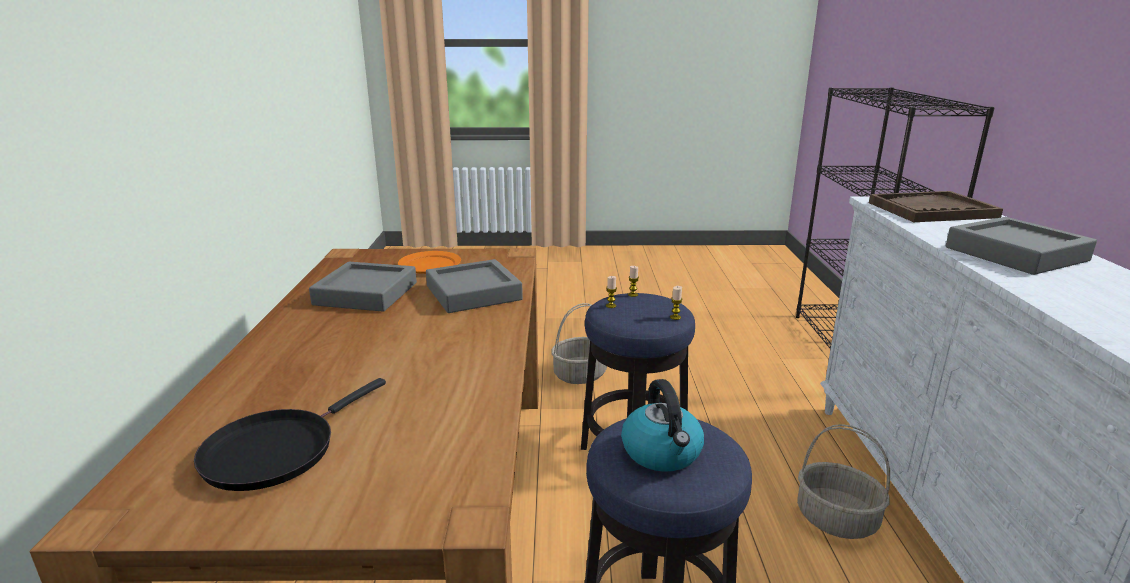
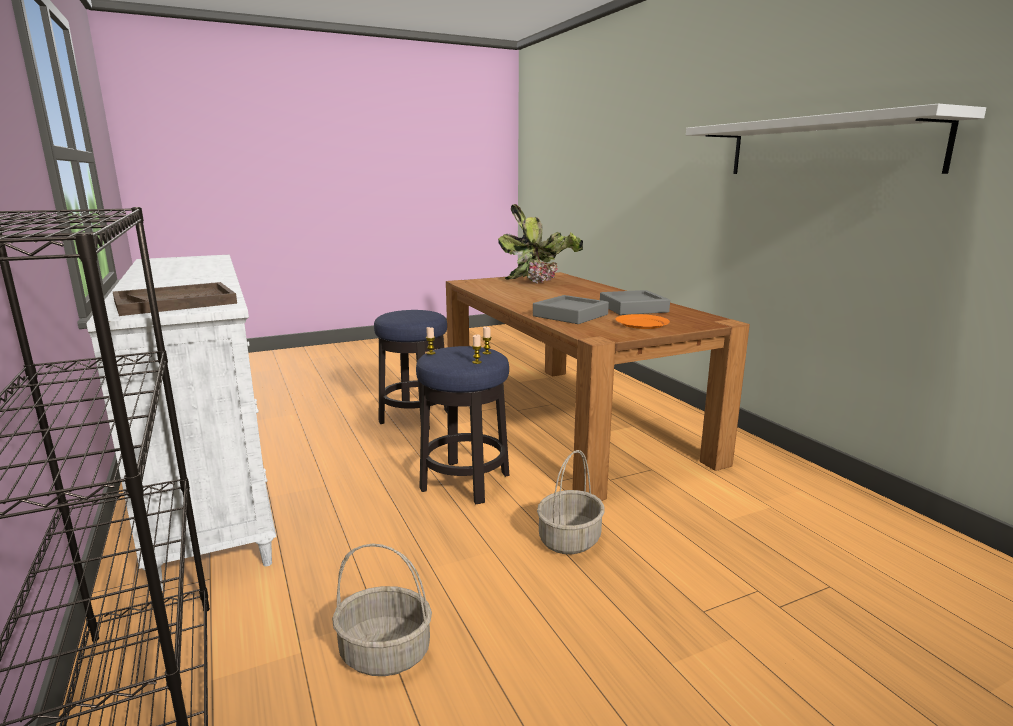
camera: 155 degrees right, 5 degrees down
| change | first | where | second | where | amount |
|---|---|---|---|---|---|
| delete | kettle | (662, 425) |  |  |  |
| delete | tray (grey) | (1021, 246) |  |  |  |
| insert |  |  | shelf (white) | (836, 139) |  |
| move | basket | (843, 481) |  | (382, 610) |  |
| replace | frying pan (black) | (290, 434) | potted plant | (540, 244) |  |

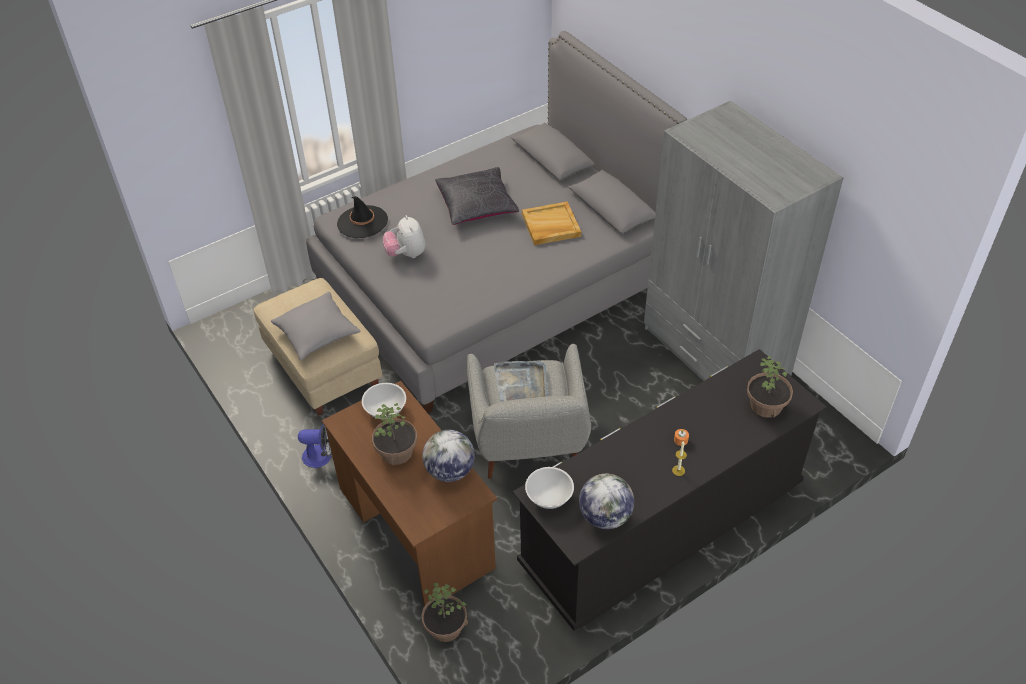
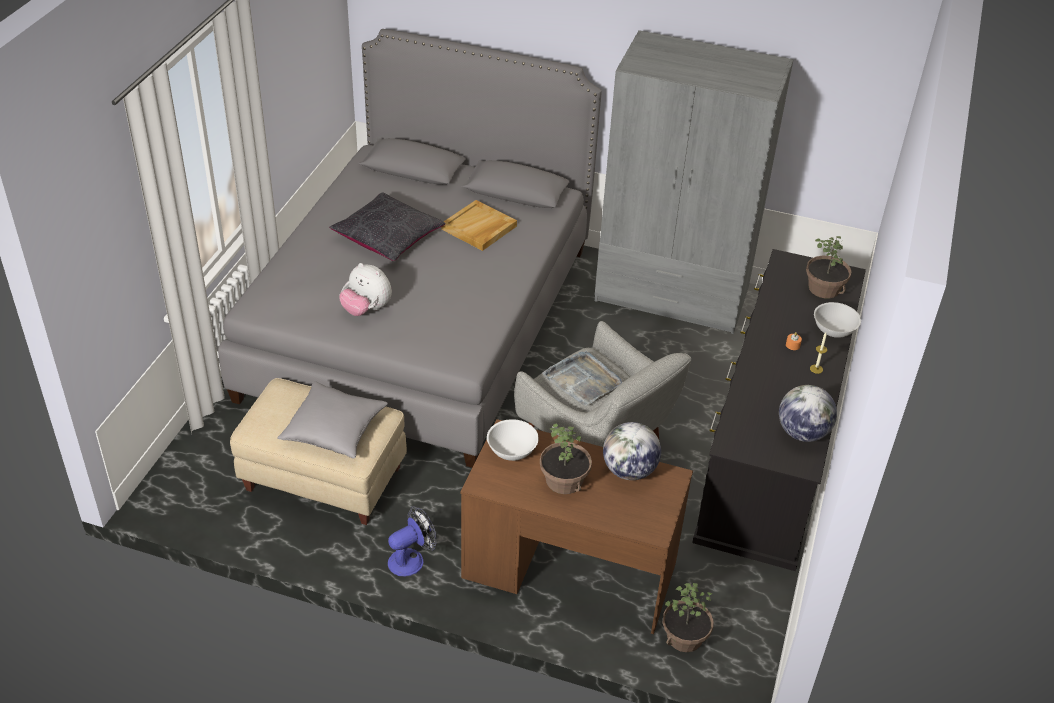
camera: 40 degrees left, 5 degrees down
| change | first | where | second | where | amount |
|---|---|---|---|---|---|
| delete | hat (black) | (362, 217) |  |  |  |
| move | bowl (white) | (549, 488) |  | (837, 320) |  |

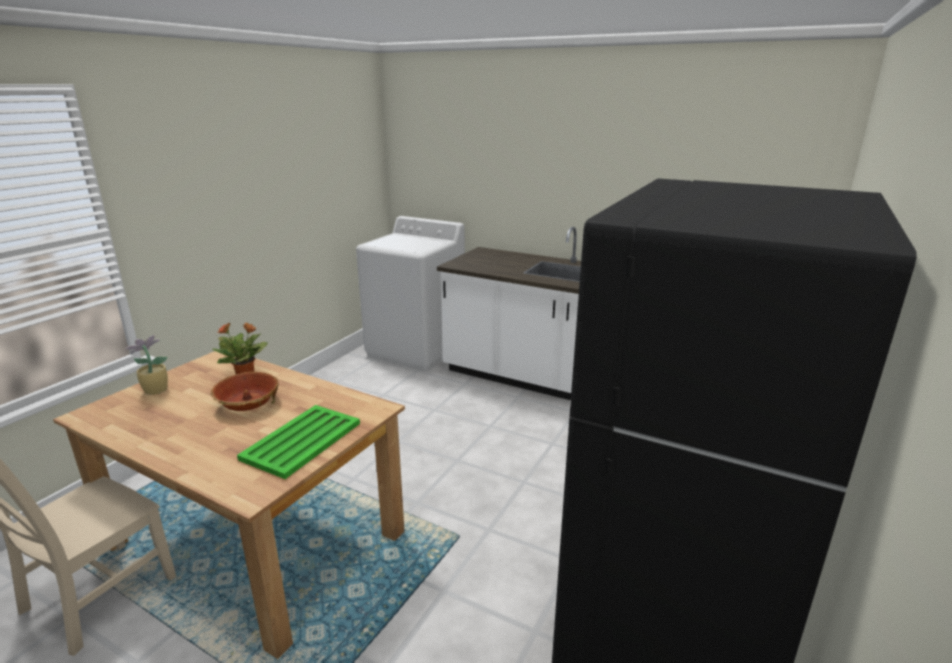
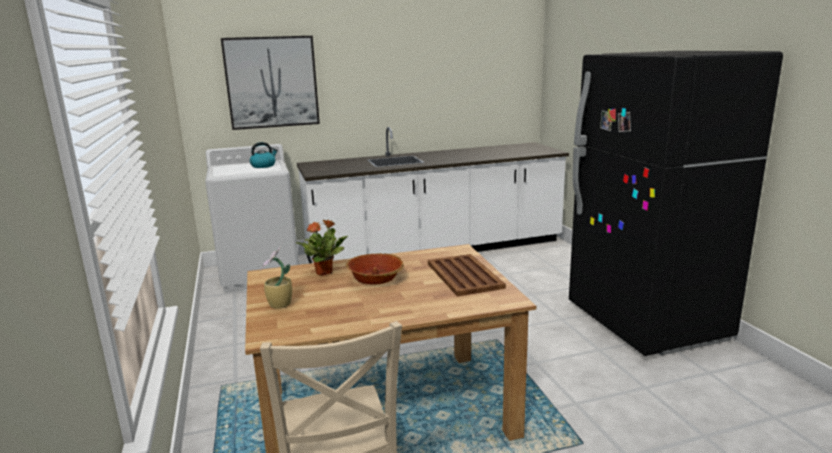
camera: 45 degrees left, 5 degrees down
| change | first | where | second | where | amount |
|---|---|---|---|---|---|
| insert |  |  | picture | (270, 83) |  |
| insert |  |  | kettle | (264, 155) |  |
| recolor | tray (green) | (298, 442) | tray (brown) | (467, 275) |  |

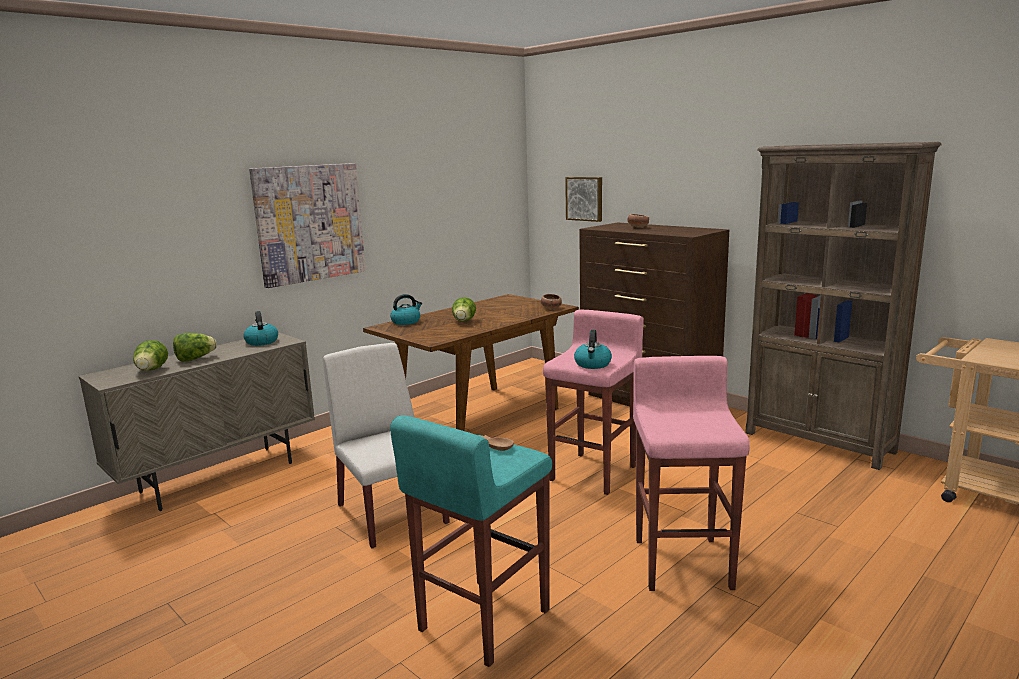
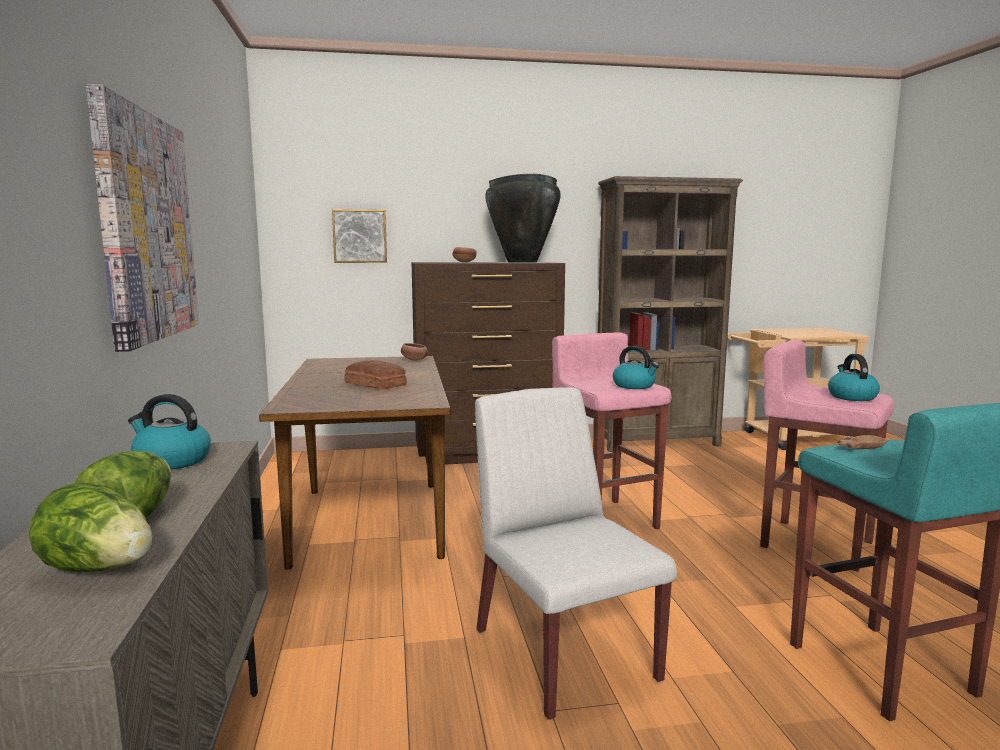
camera: 55 degrees left, 5 degrees down
| change | first | where | second | where | amount |
|---|---|---|---|---|---|
| insert |  |  | vase (black) | (523, 218) |  |
| move | kettle | (406, 309) |  | (854, 377) |  |
| replace | lettuce | (464, 309) | bread | (375, 374) |  |
| rotate | chair (white) | (386, 446) |  | (576, 553) | 60 degrees clockwise |

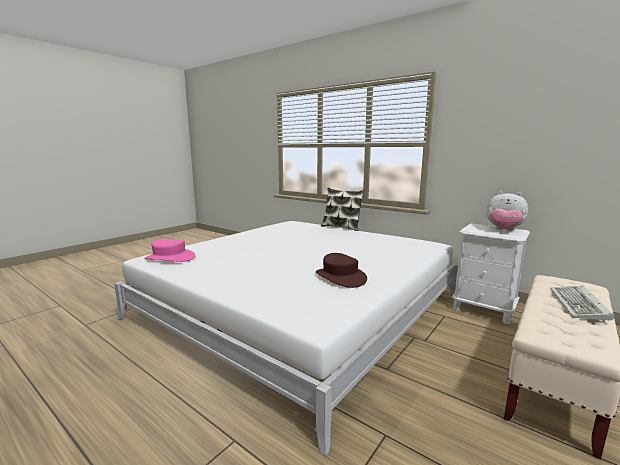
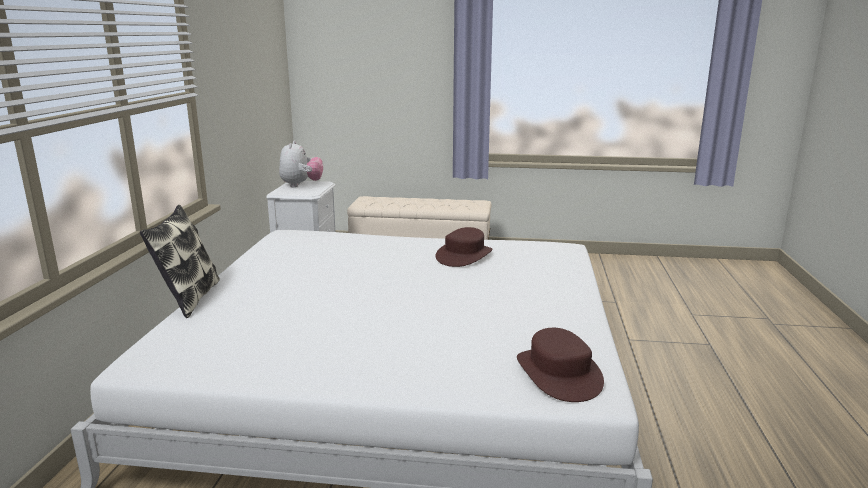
camera: 120 degrees left, 5 degrees up
| change | first | where | second | where | amount |
|---|---|---|---|---|---|
| delete | keyboard | (582, 304) |  |  |  |
| recolor | hat (pink) | (169, 250) | hat (brown) | (560, 365) |  |

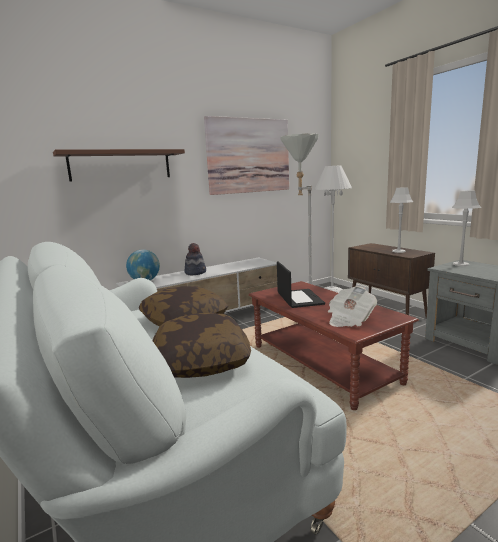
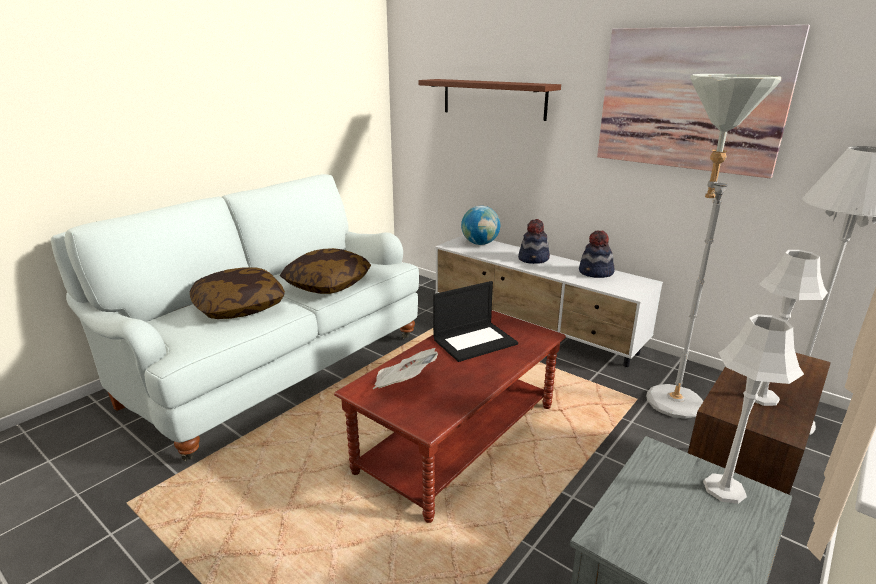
camera: 70 degrees right, 10 degrees up
| change | first | where | second | where | amount |
|---|---|---|---|---|---|
| insert |  |  | hat | (597, 254) |  |

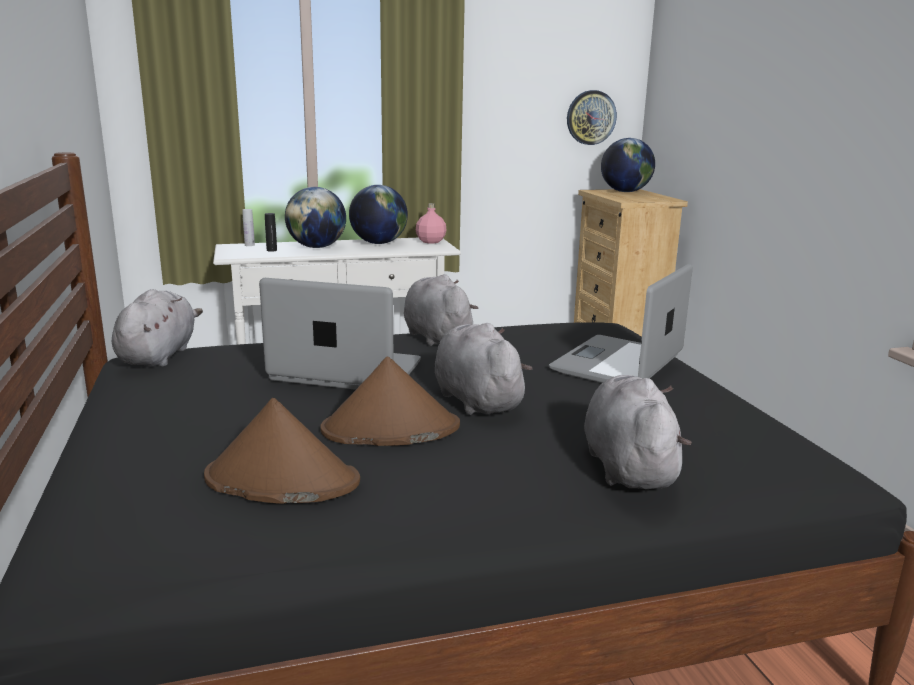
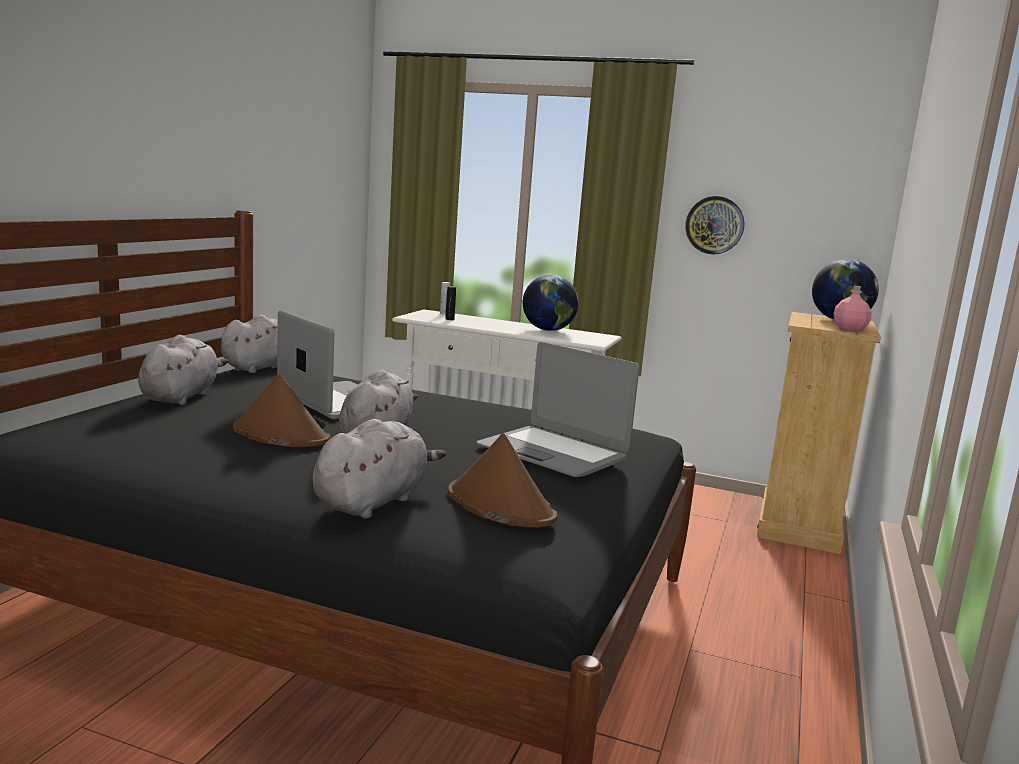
camera: 35 degrees right, 5 degrees down
| change | first | where | second | where | amount |
|---|---|---|---|---|---|
| delete | globe | (315, 217) |  |  |  |
| move | hat (brown) | (282, 451) |  | (502, 480) |  |
| move | plush toy (grey) | (441, 310) |  | (183, 370) |  |
| move | bottle (pink) | (431, 223) |  | (852, 309) |  |
| move | wall clock | (592, 117) |  | (714, 225) |  |
| rotate | laptop | (621, 323) |  | (557, 409) | 120 degrees counterclockwise |

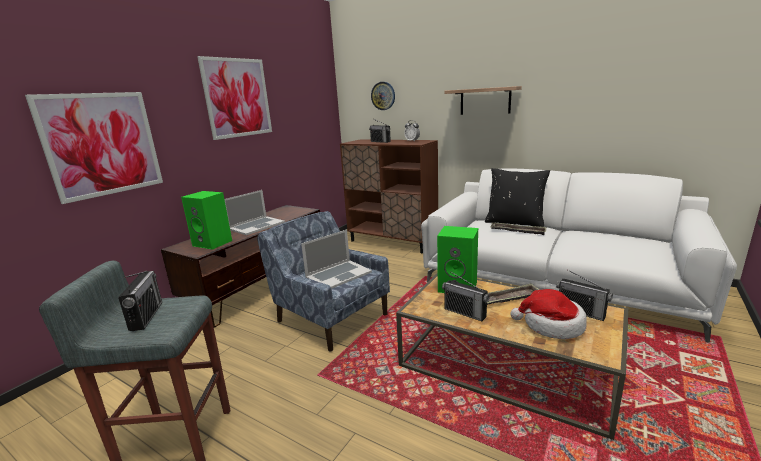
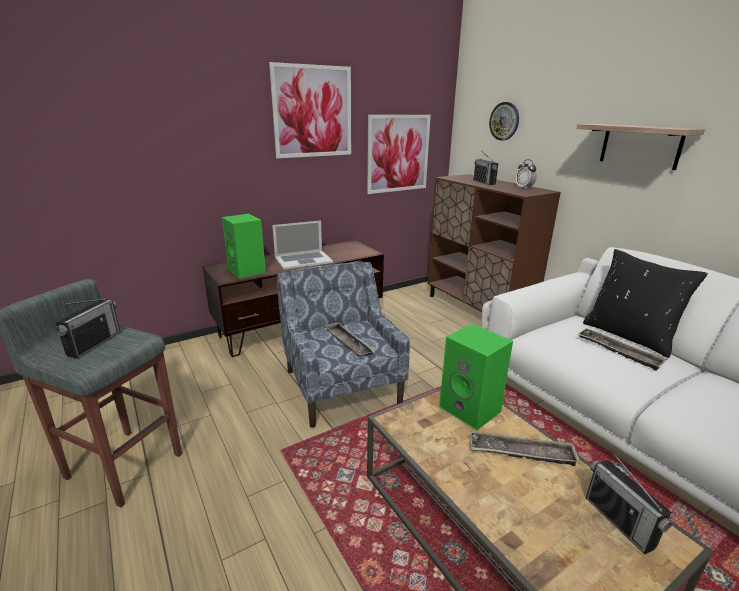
camera: 25 degrees right, 5 degrees up
| change | first | where | second | where | amount |
|---|---|---|---|---|---|
| delete | radio | (466, 296) |  |  |  |
| delete | hat | (548, 314) |  |  |  |
| move | picture | (94, 148) |  | (399, 154) |  |
| replace | laptop | (336, 259) | tray | (350, 339) |  |

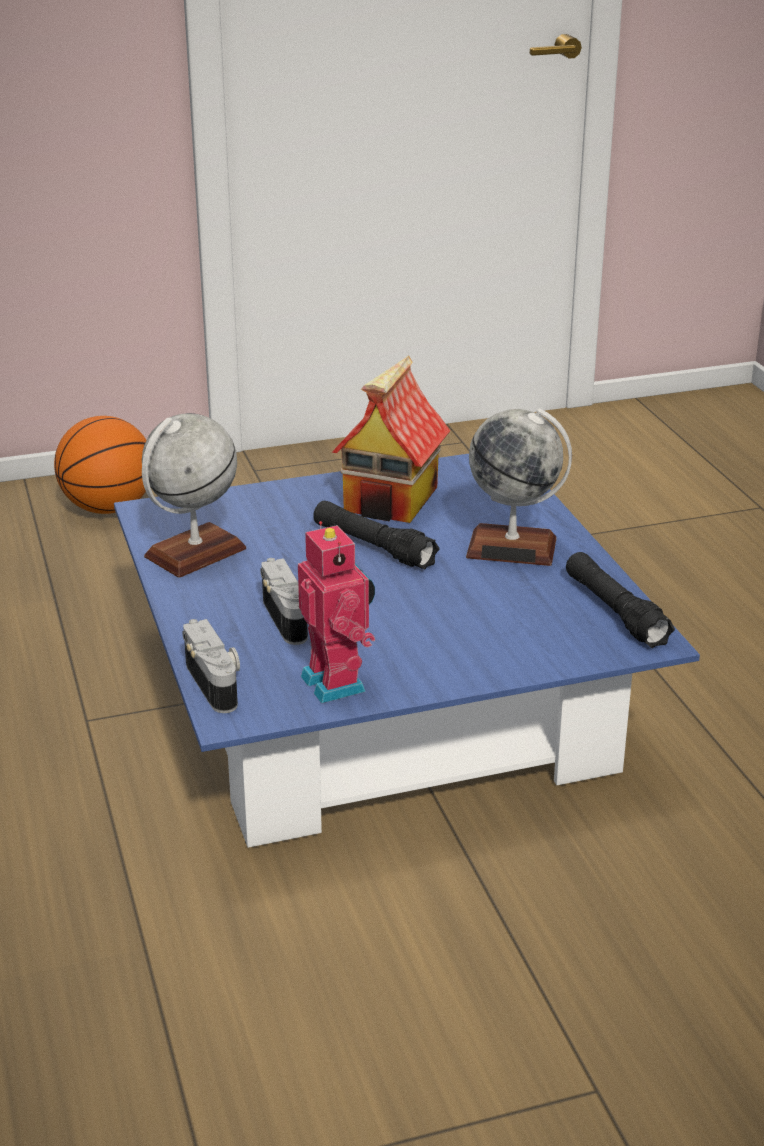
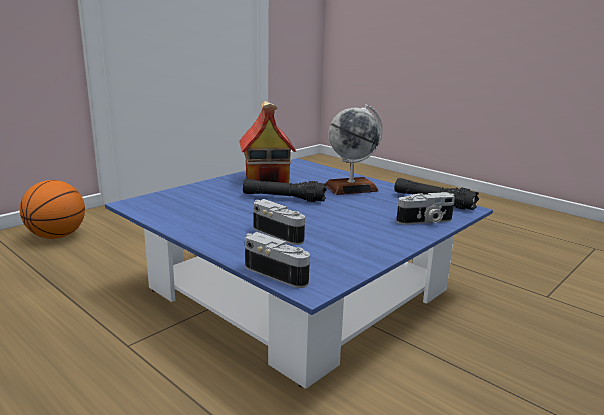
camera: 30 degrees left, 10 degrees down
| change | first | where | second | where | amount |
|---|---|---|---|---|---|
| delete | globe | (194, 495) |  |  |  |
| delete | toy robot | (336, 612) |  |  |  |
| insert |  |  | photo camera | (425, 208) |  |

